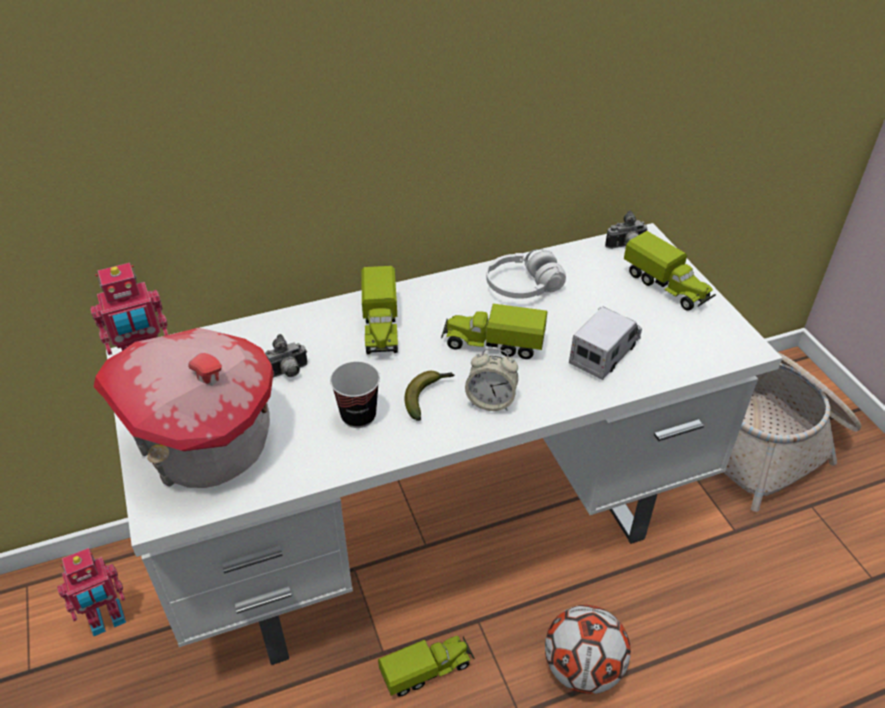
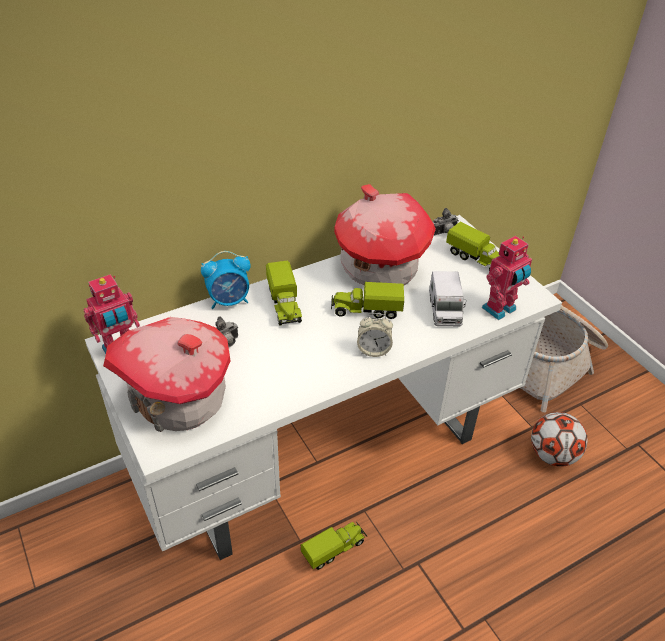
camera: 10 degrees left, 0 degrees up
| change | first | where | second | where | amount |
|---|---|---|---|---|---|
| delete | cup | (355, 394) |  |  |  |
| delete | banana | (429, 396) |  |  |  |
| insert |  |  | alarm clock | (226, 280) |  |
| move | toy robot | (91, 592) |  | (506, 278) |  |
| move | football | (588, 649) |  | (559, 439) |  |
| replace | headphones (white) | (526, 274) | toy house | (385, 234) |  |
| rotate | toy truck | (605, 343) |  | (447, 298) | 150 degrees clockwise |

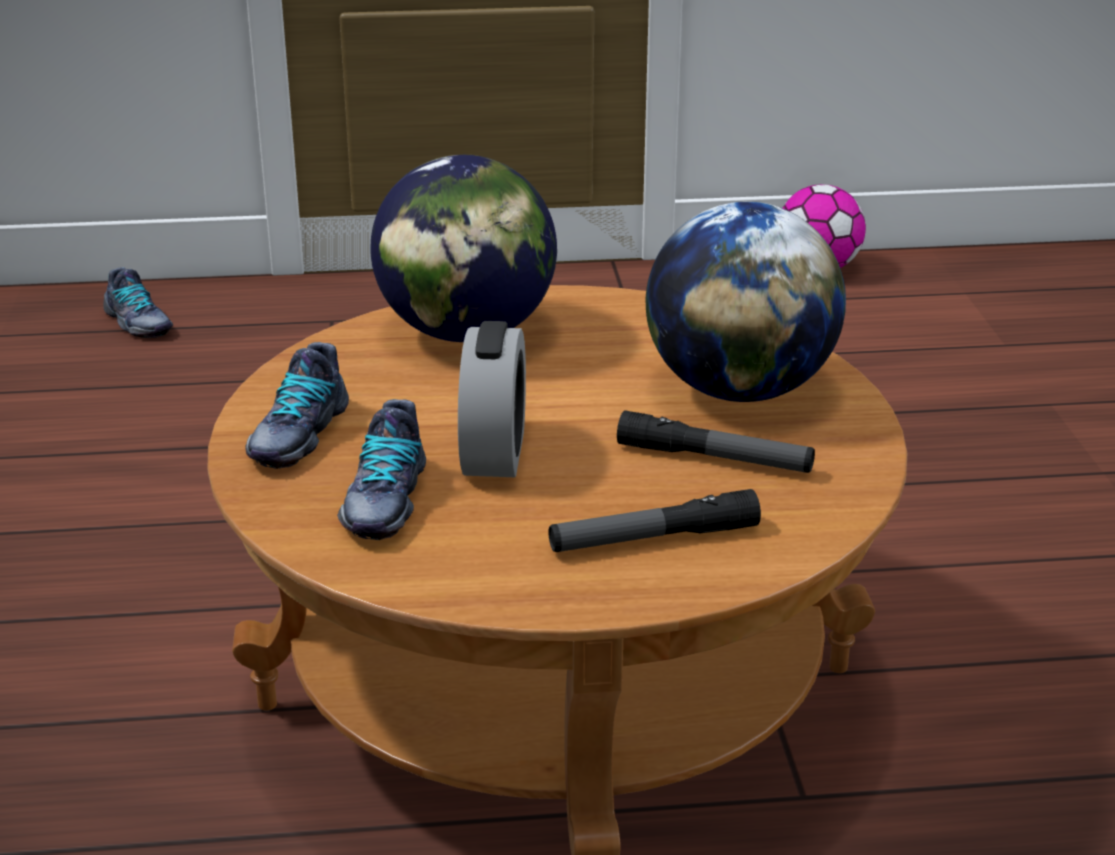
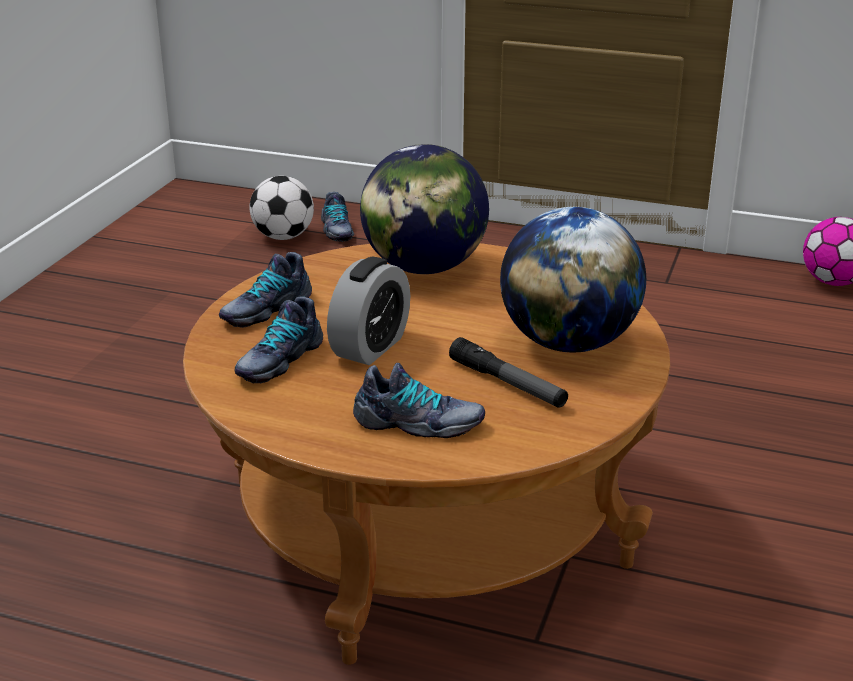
camera: 25 degrees right, 0 degrees up
| change | first | where | second | where | amount |
|---|---|---|---|---|---|
| insert |  |  | football | (282, 208) |  |
| replace | flashlight | (654, 520) | shoe | (419, 400) |  |

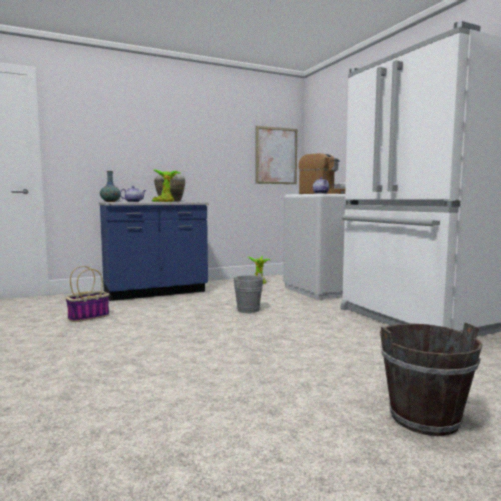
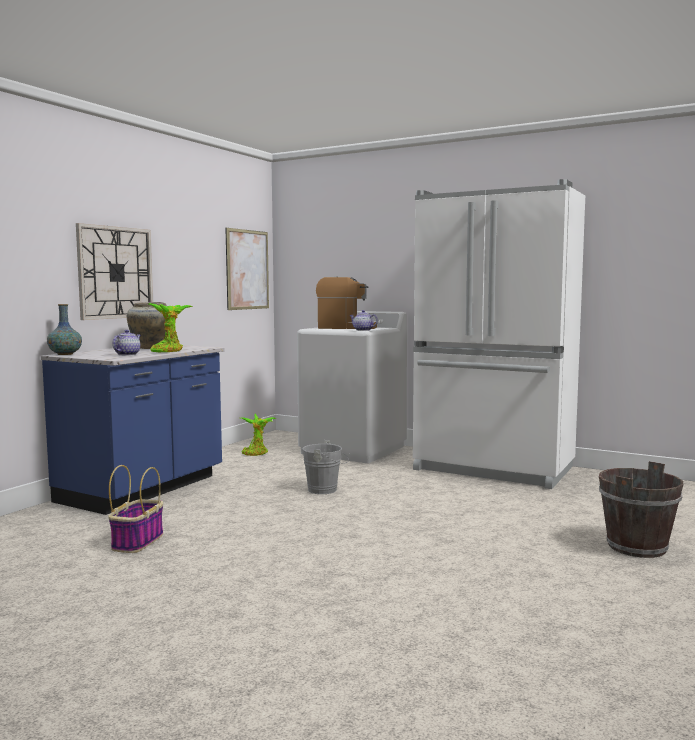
camera: 35 degrees left, 0 degrees up
| change | first | where | second | where | amount |
|---|---|---|---|---|---|
| insert |  |  | wall clock | (114, 271) |  |

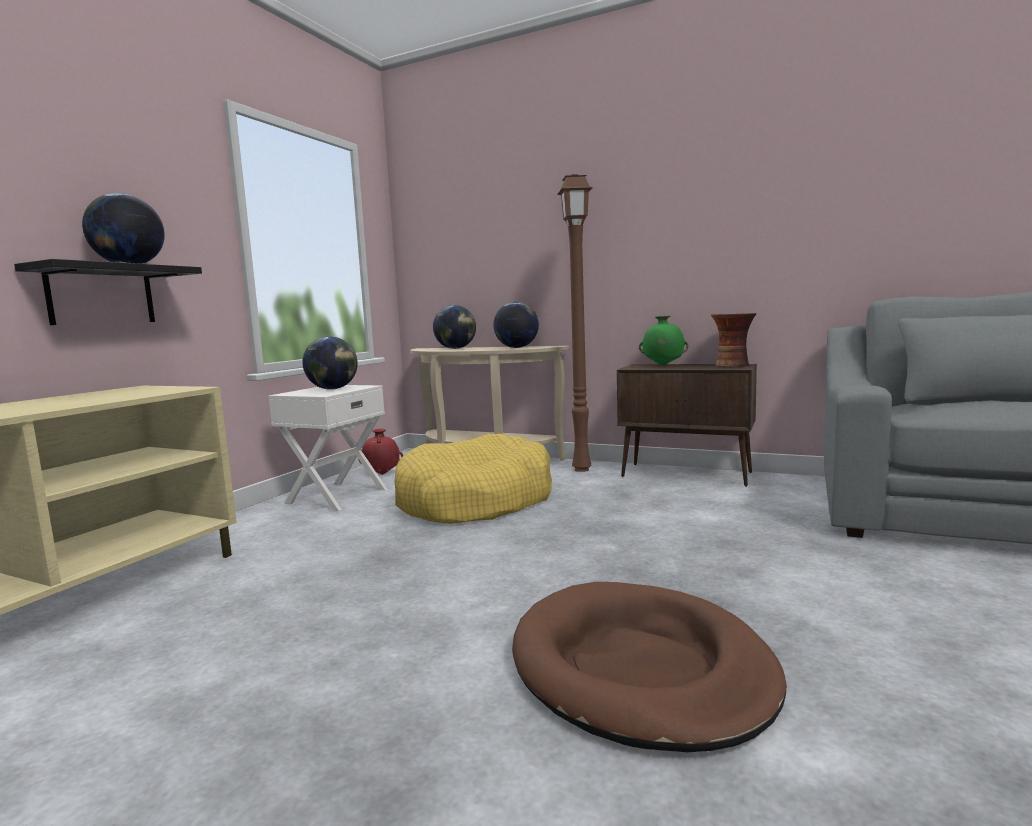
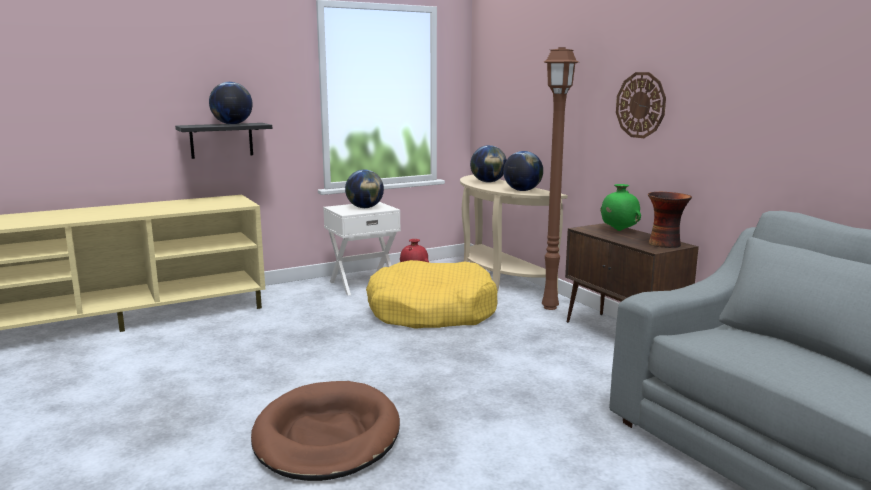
camera: 35 degrees right, 5 degrees up
| change | first | where | second | where | amount |
|---|---|---|---|---|---|
| insert |  |  | wall clock | (641, 105) |  |

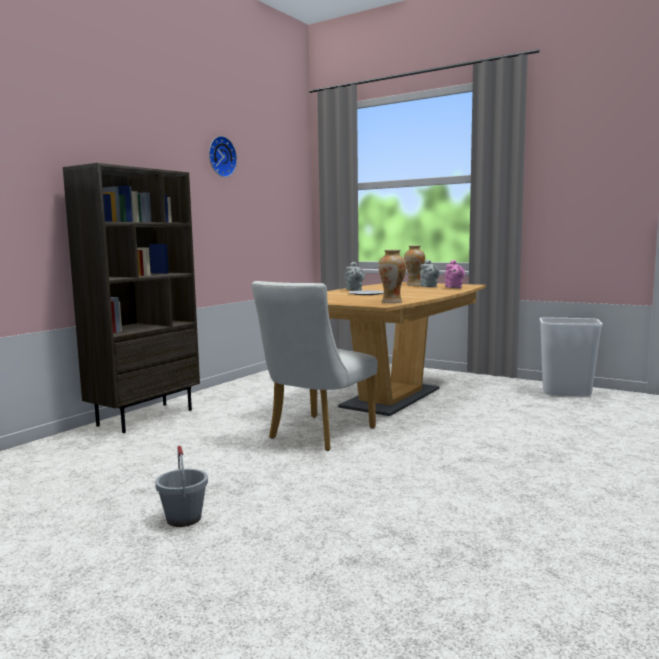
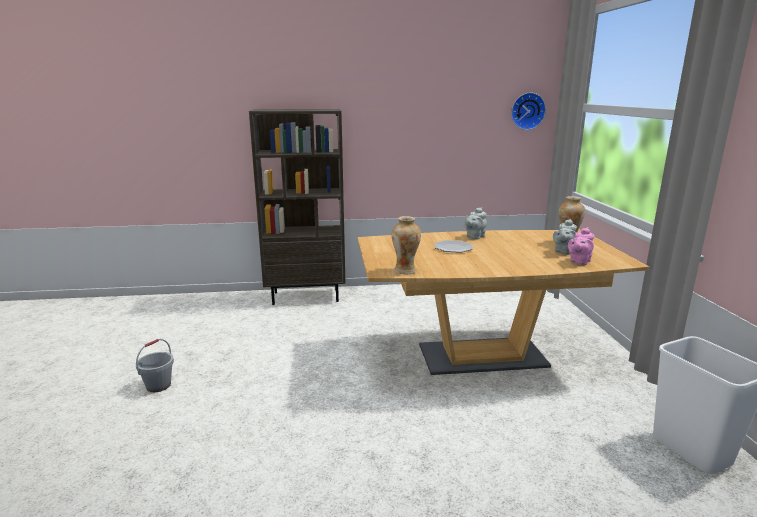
camera: 50 degrees right, 10 degrees up
| change | first | where | second | where | amount |
|---|---|---|---|---|---|
| delete | chair (white) | (315, 366) |  |  |  |
| move | wall clock | (223, 156) |  | (528, 111) |  |

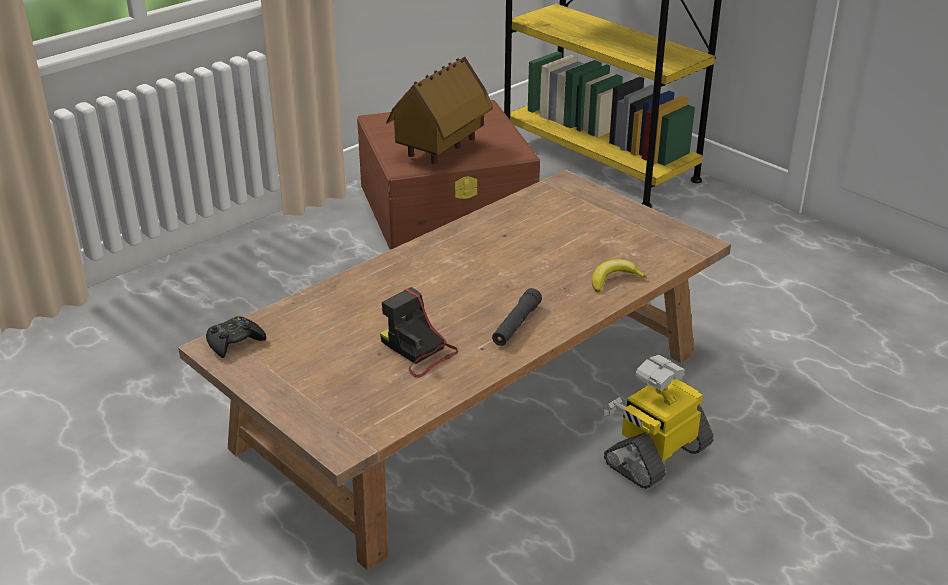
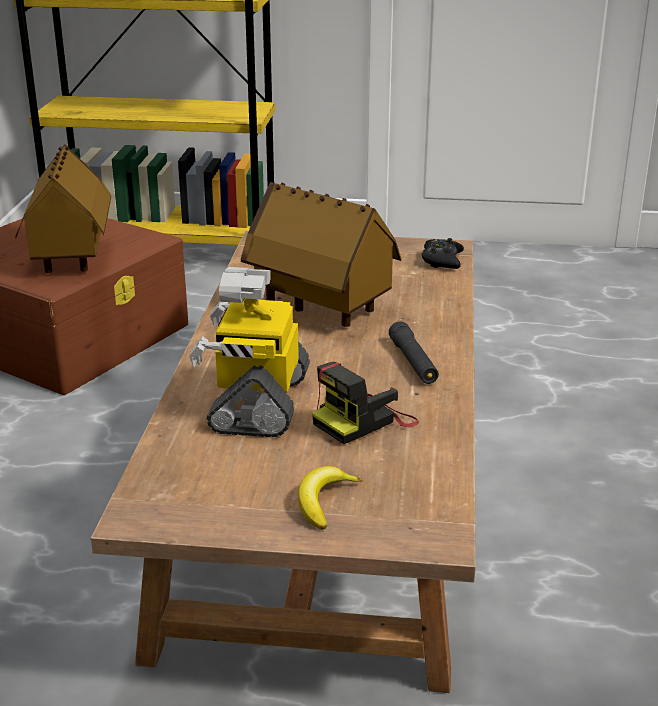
camera: 40 degrees left, 5 degrees down
| change | first | where | second | where | amount |
|---|---|---|---|---|---|
| insert |  |  | toy house | (321, 254) |  |
| move | game controller (black) | (236, 337) |  | (443, 253) |  |
| move | banana | (619, 275) |  | (330, 498) |  |
| move | toy robot | (658, 422) |  | (249, 352) |  |
| rotate | photo camera | (419, 332) |  | (365, 403) | 45 degrees counterclockwise |

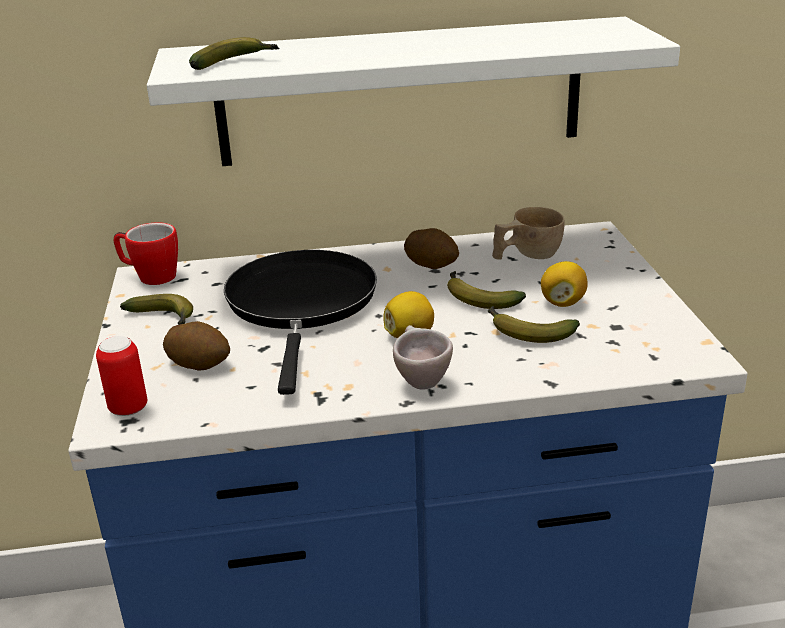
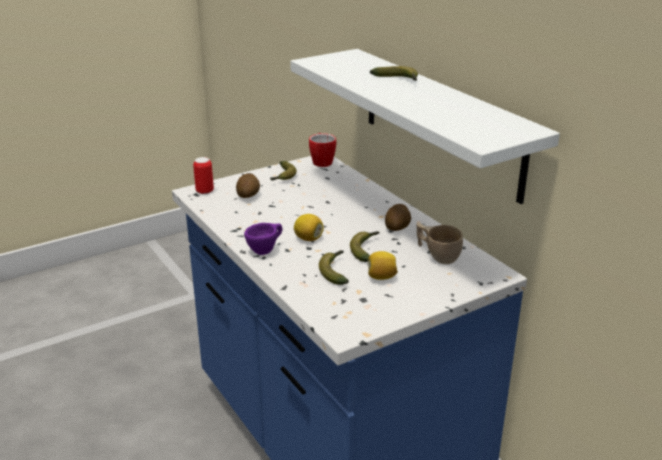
camera: 65 degrees right, 0 degrees up
| change | first | where | second | where | amount |
|---|---|---|---|---|---|
| delete | frying pan (black) | (300, 322) |  |  |  |
| move | banana | (234, 53) |  | (394, 73) |  |
| recolor | cup (beige) | (423, 357) | cup (purple) | (263, 239) |  |

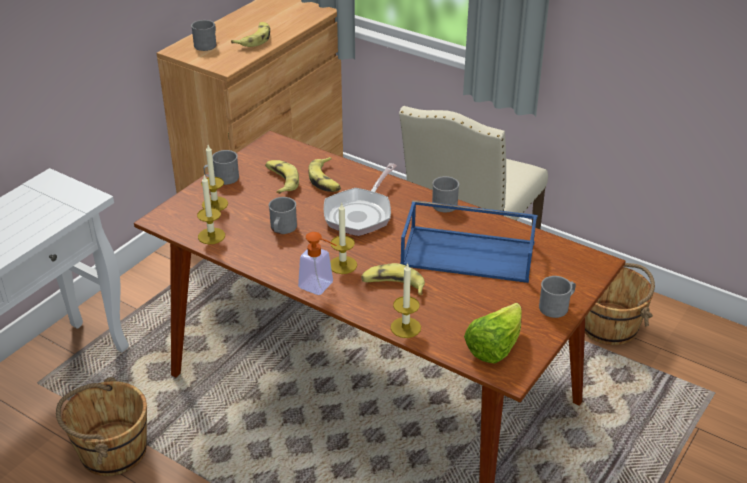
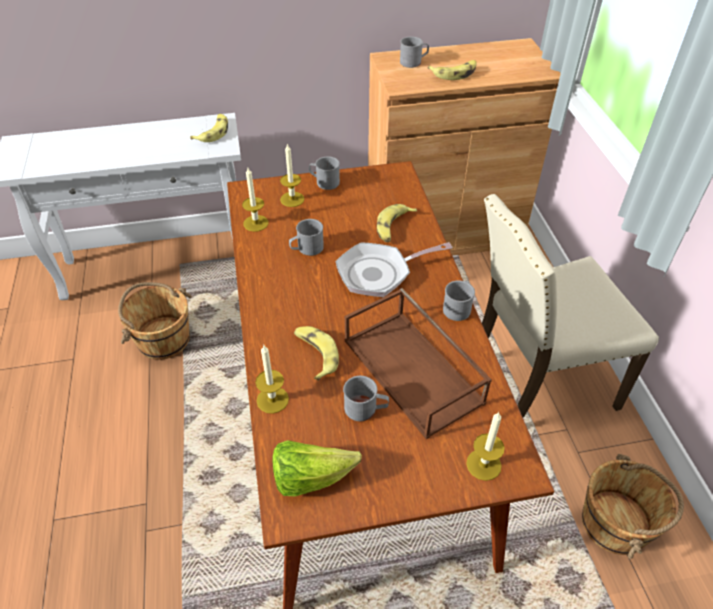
camera: 45 degrees right, 10 degrees up
| change | first | where | second | where | amount |
|---|---|---|---|---|---|
| delete | soap dispenser | (317, 263) |  |  |  |
| move | banana | (282, 177) |  | (209, 128) |  |
| move | candle | (343, 238) |  | (485, 446) |  |
| move | mug (grey) | (557, 297) |  | (366, 398) |  |
| recolor | tray (blue) | (469, 241) | tray (brown) | (418, 363) |  |

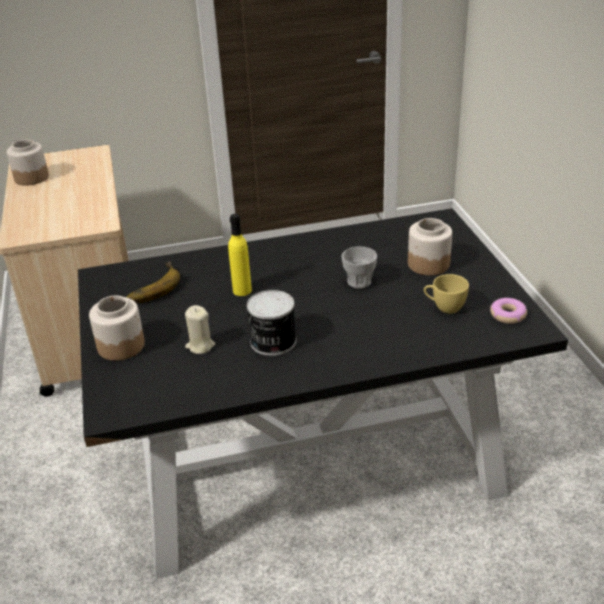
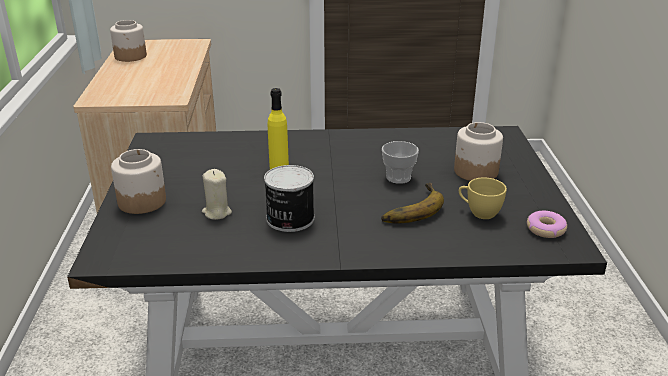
camera: 10 degrees right, 5 degrees down
| change | first | where | second | where | amount |
|---|---|---|---|---|---|
| move | banana | (153, 282) |  | (412, 203) |  |

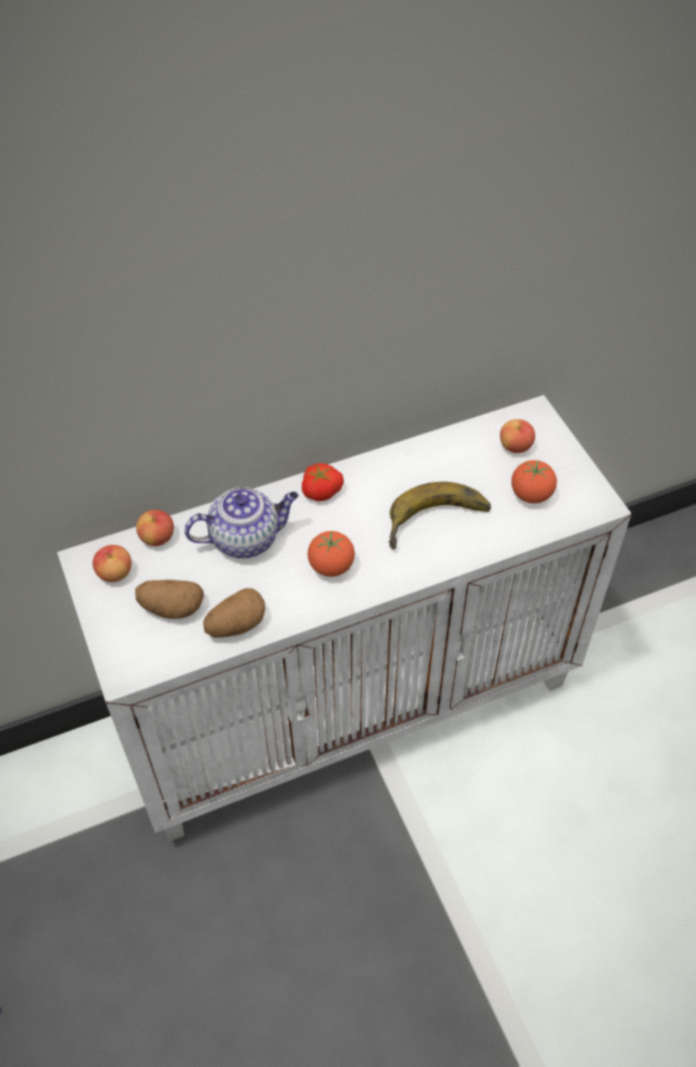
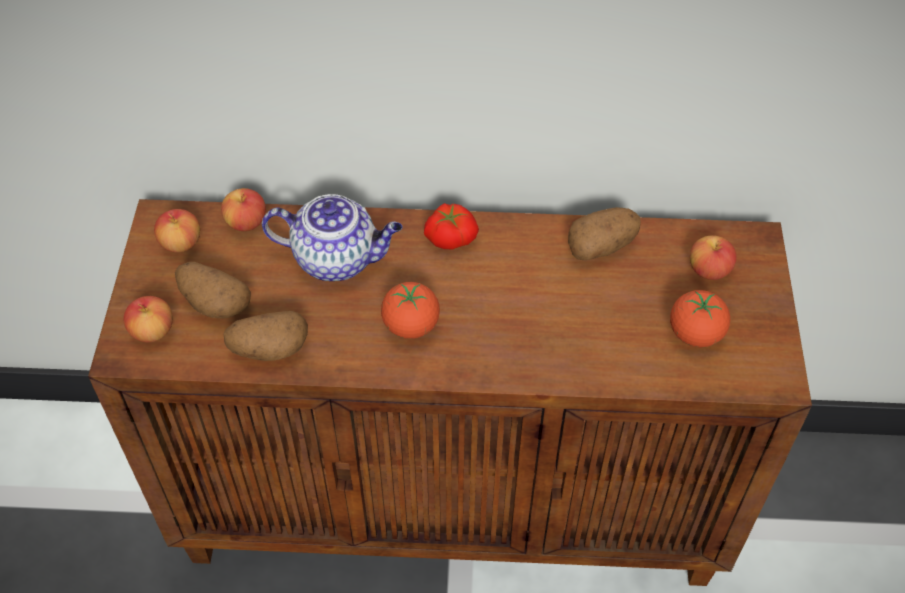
camera: 25 degrees right, 0 degrees up
| change | first | where | second | where | amount |
|---|---|---|---|---|---|
| delete | banana | (440, 515) |  |  |  |
| insert |  |  | apple | (148, 319) |  |
| insert |  |  | potato | (604, 233) |  |
| recolor | cabinet (white) | (344, 618) | cabinet (brown) | (450, 392) |  |

